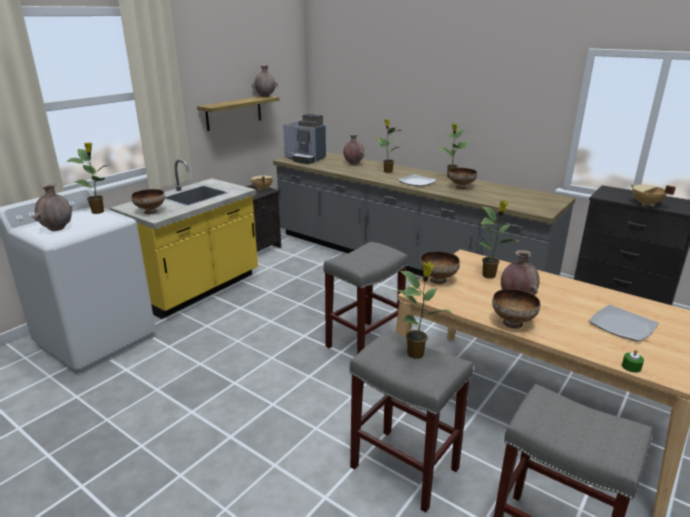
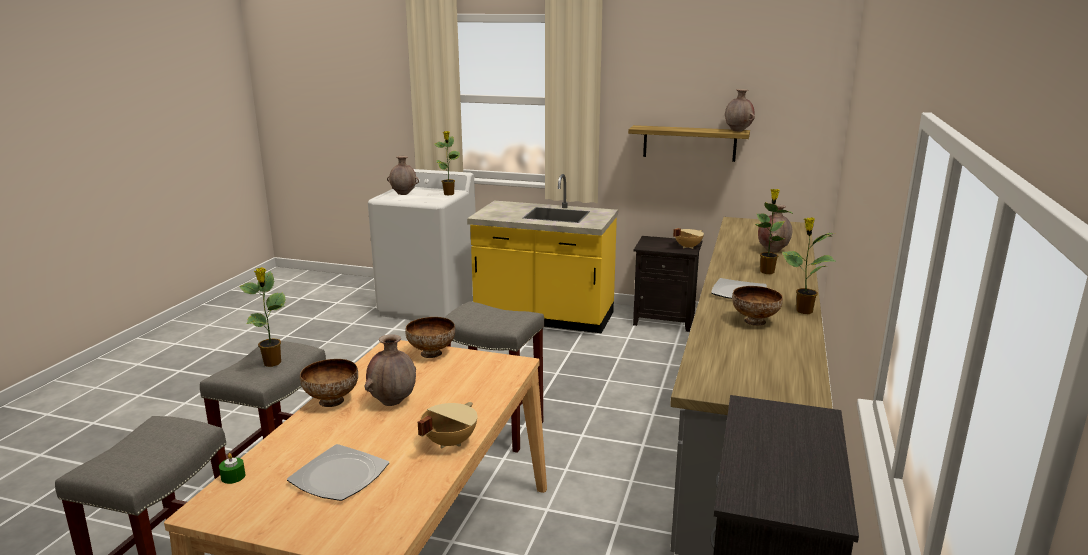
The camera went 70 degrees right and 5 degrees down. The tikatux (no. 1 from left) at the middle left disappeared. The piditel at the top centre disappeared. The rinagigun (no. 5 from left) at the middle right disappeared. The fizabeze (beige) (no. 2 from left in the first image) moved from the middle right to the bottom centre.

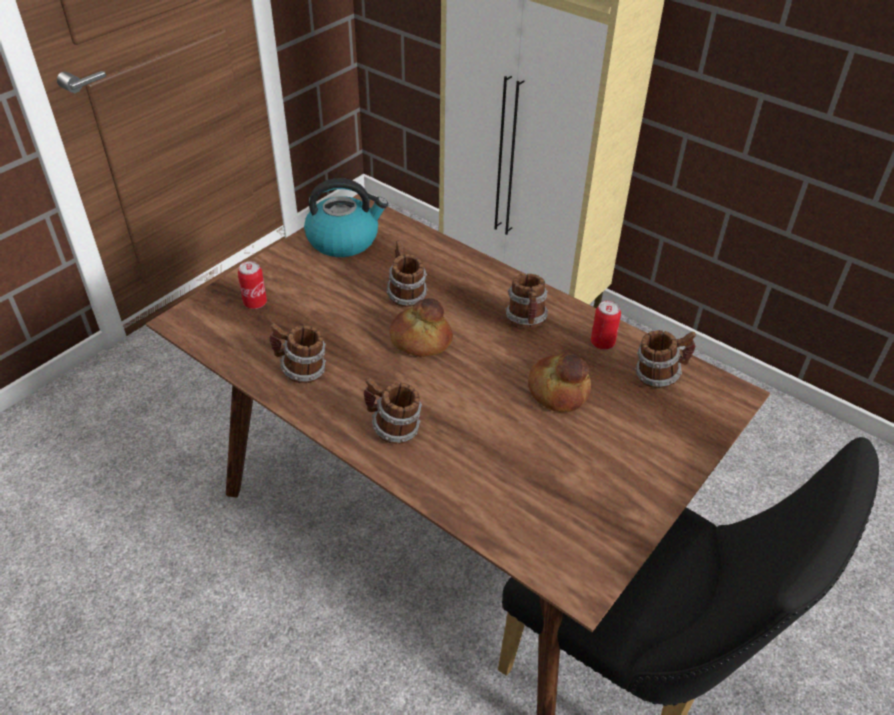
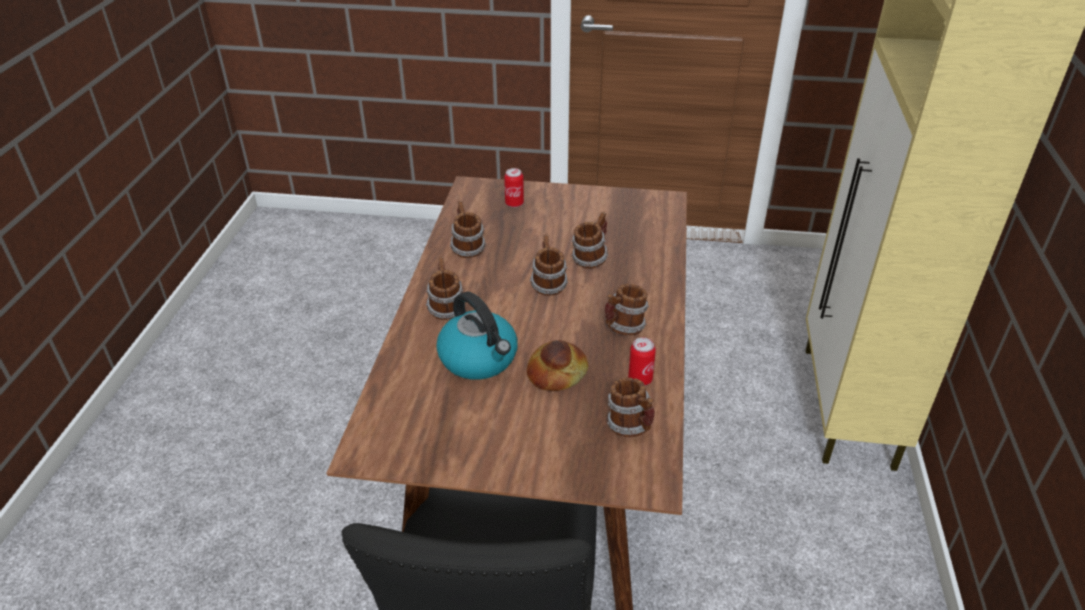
The camera went 60 degrees right and 5 degrees down. The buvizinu moved from the top centre to the centre. The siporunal (no. 1 from left) at the centre was replaced by the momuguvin (no. 3 from left) at the centre.

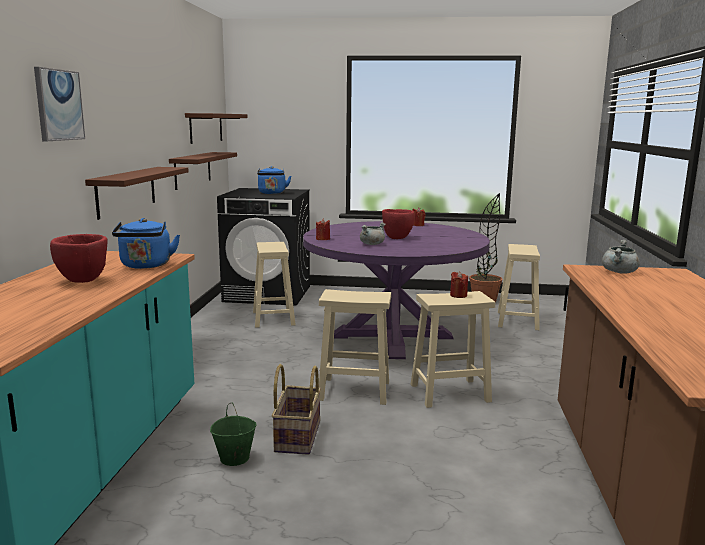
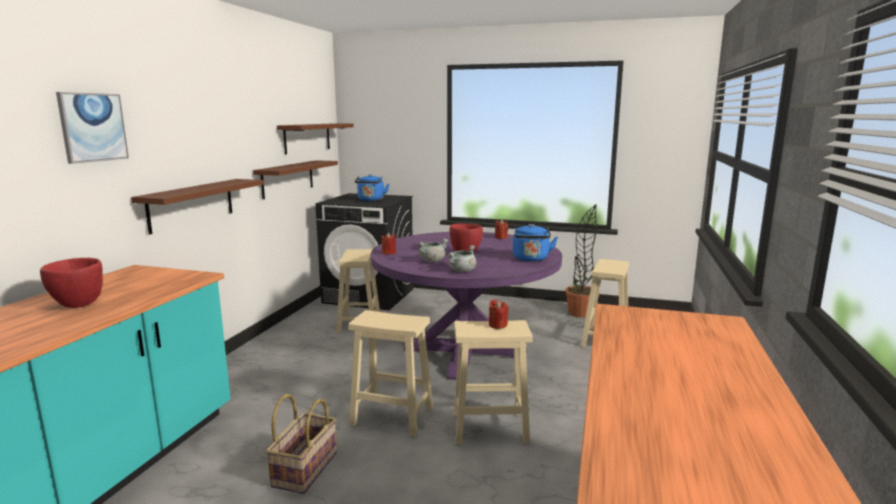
The camera went 10 degrees right and 0 degrees up. The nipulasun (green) at the bottom left disappeared. The buvizinu (blue) (no. 1 from left in the first image) moved from the middle left to the centre. The fizabeze (grey) (no. 2 from left) moved from the middle right to the centre.

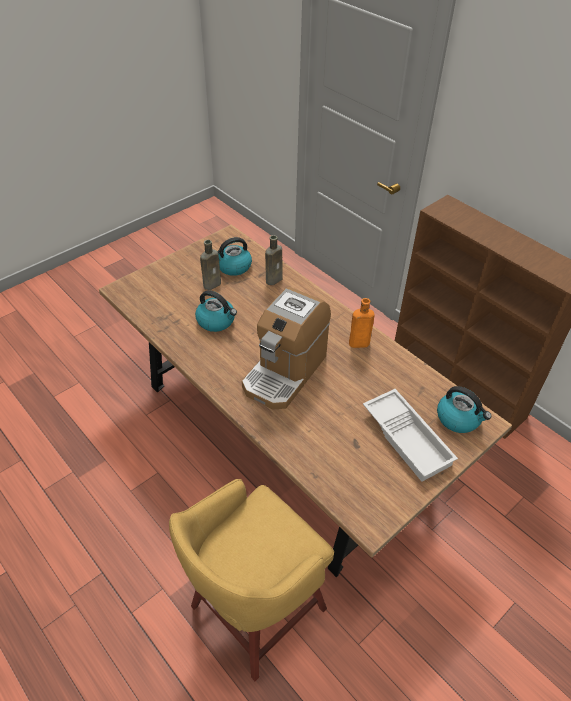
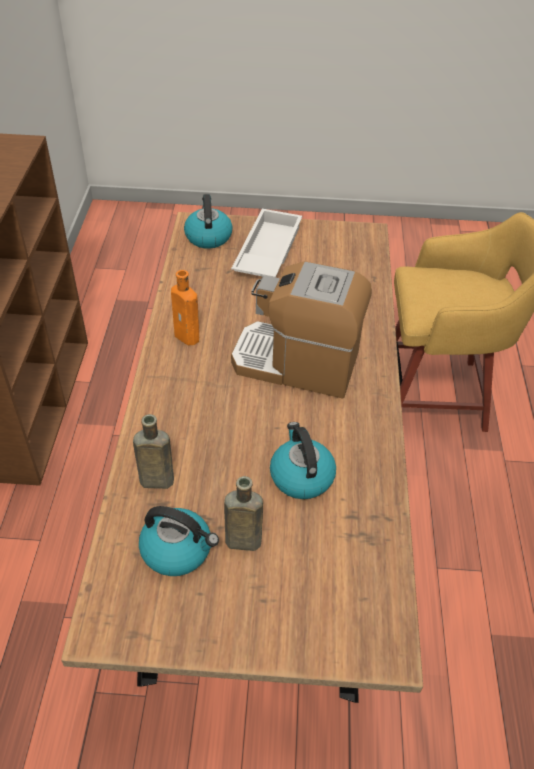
The camera went 135 degrees left and 0 degrees up. The piditel at the centre turned 150 degrees counterclockwise.

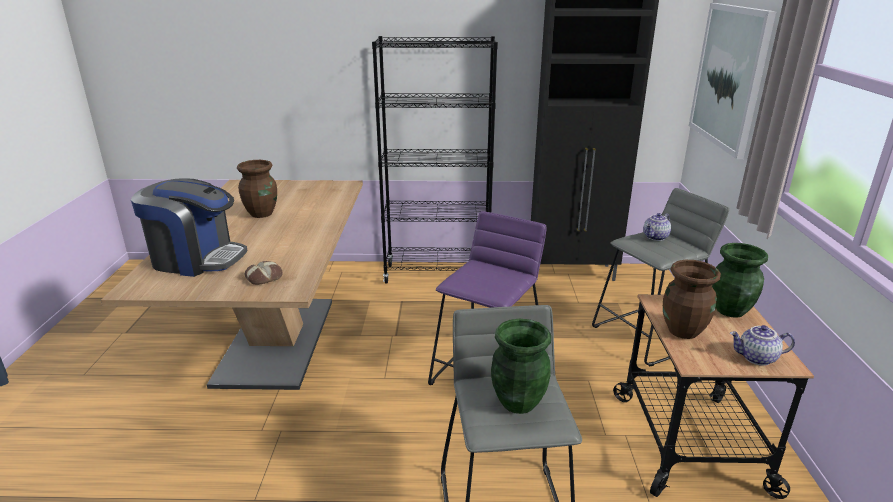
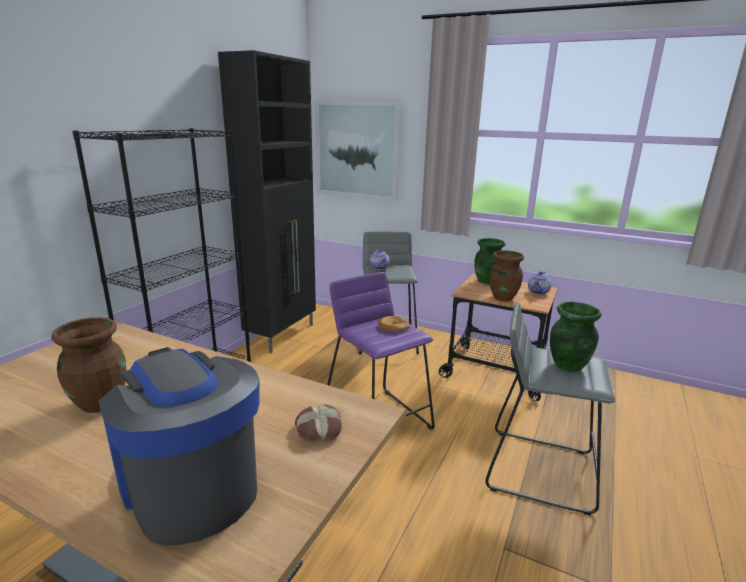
The camera went 65 degrees left and 5 degrees down. The siporunal (no. 2 from left) at the centre appeared. The piditel at the middle left turned 75 degrees counterclockwise.

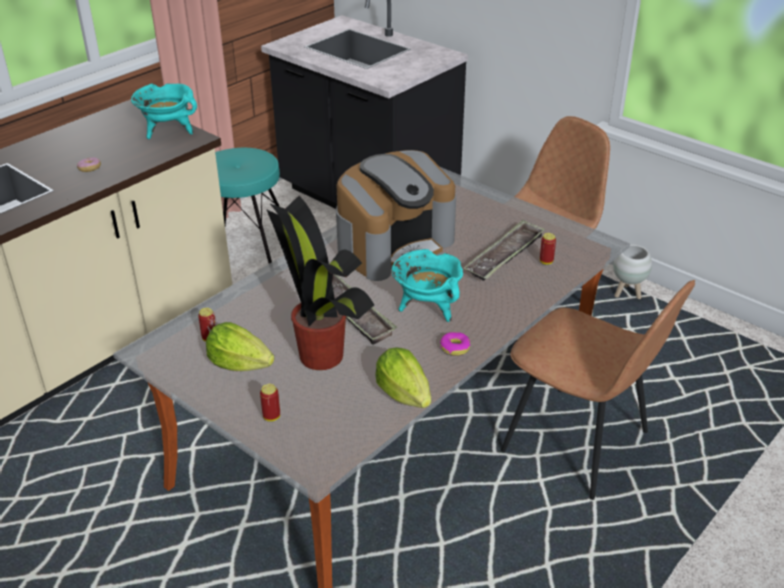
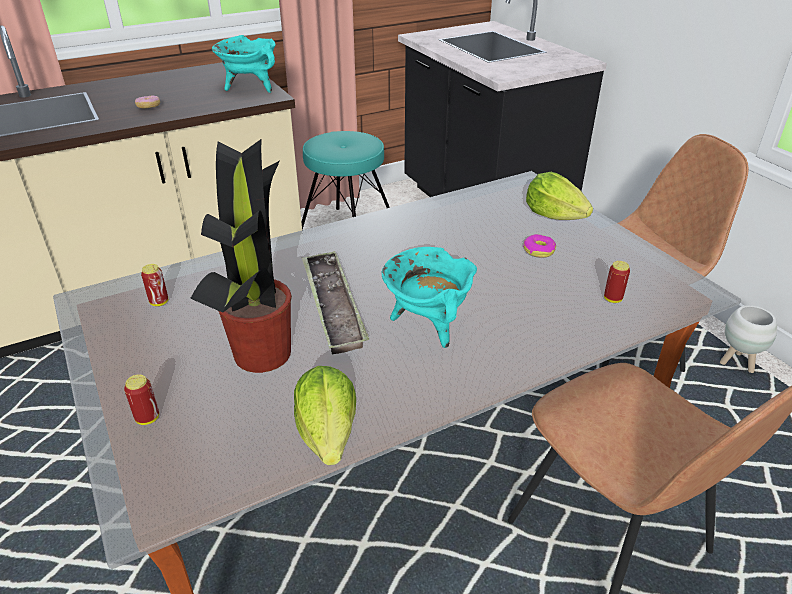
The camera went 20 degrees right and 0 degrees up. The piditel at the centre disappeared. The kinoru (no. 2 from left) at the centre disappeared. The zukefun (no. 1 from left in the first image) moved from the middle left to the top right. The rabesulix (no. 2 from left) moved from the centre to the middle right.

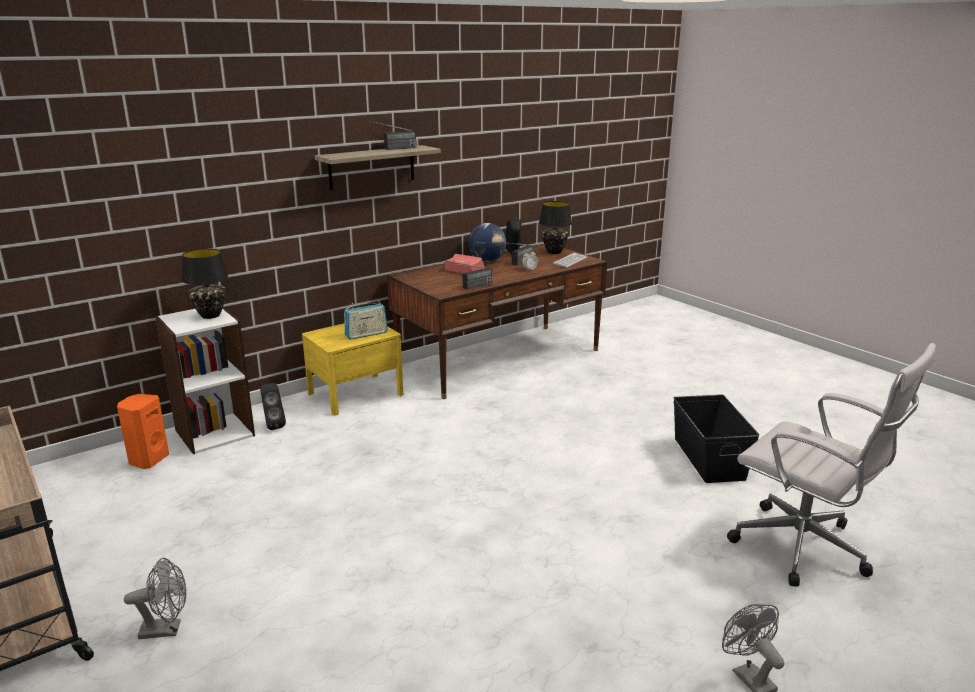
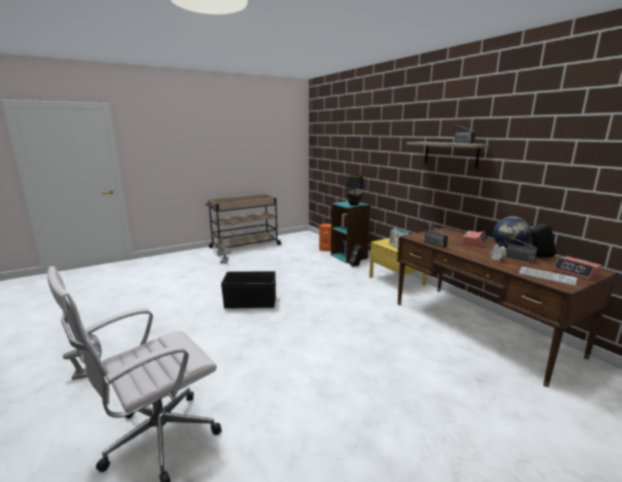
The camera went 95 degrees right and 5 degrees down. The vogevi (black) moved from the middle right to the centre. The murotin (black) (no. 2 from left) at the top centre was replaced by the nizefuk (no. 3 from left) at the middle right. The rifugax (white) at the middle left became the rifugax (turquoise) at the centre.

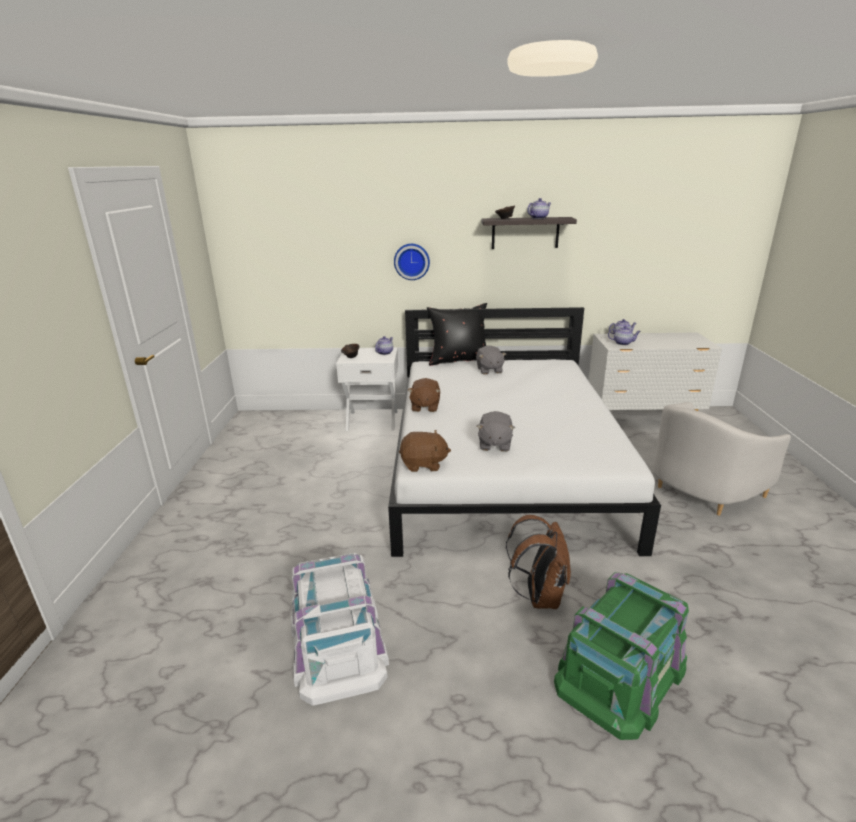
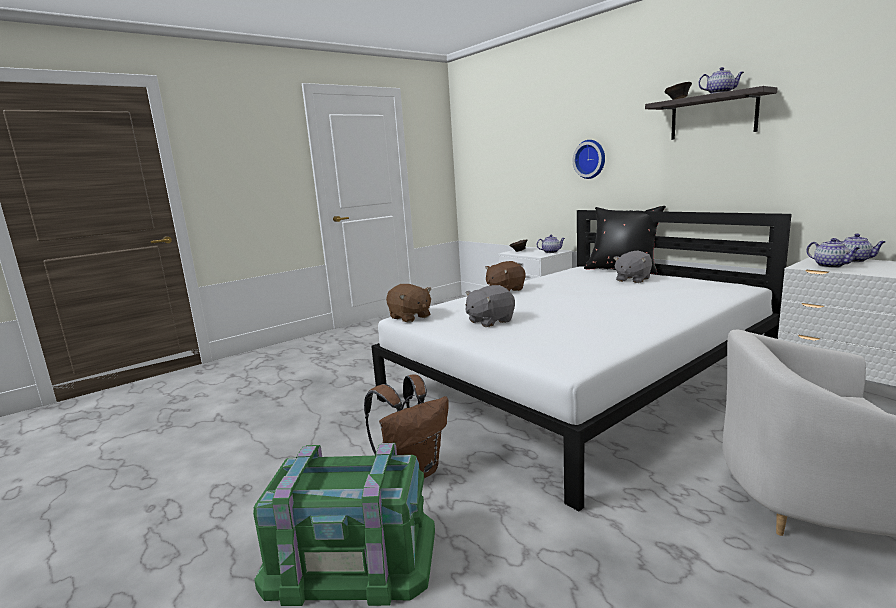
The camera went 50 degrees right and 10 degrees down. The vogevi (white) at the bottom centre disappeared.

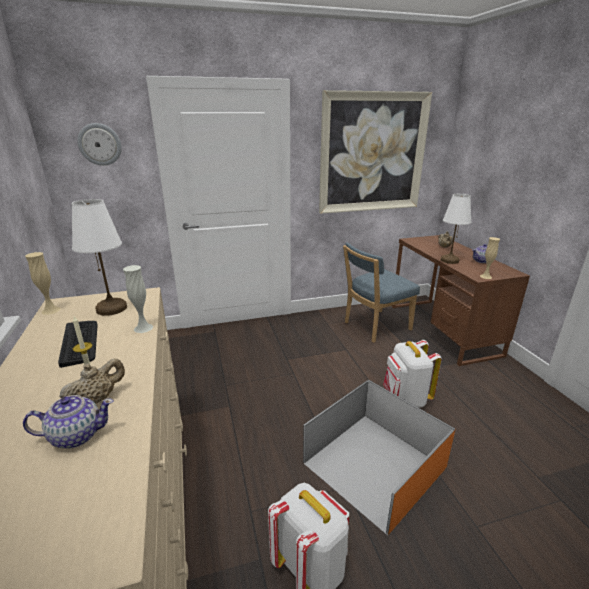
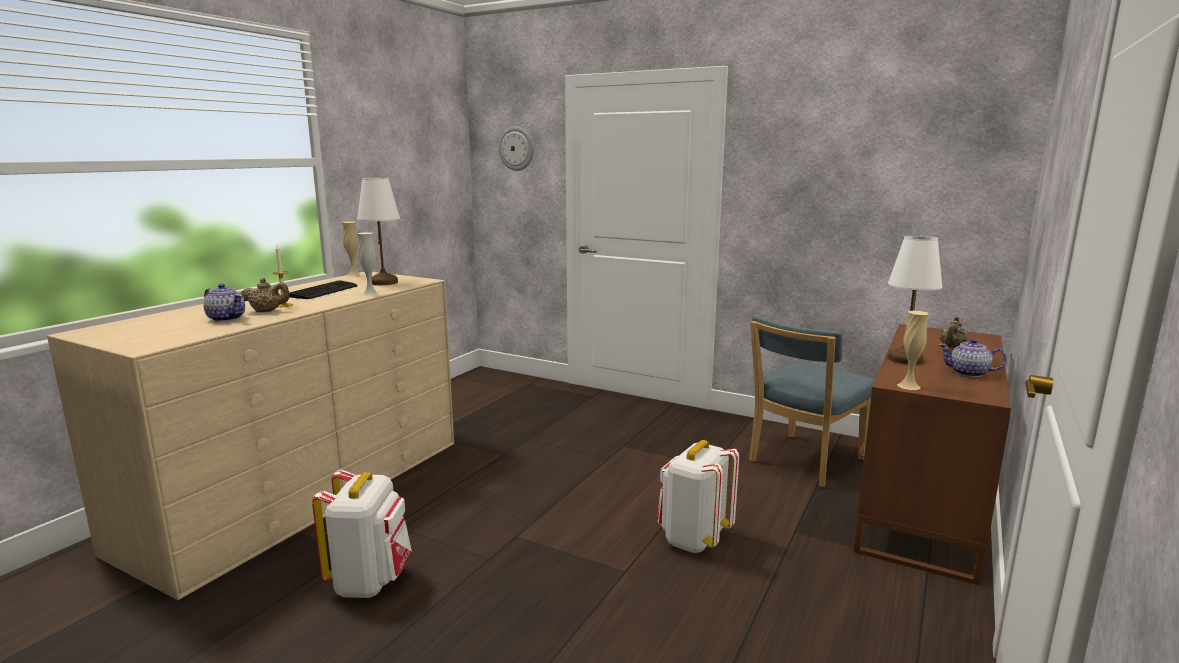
The camera went 45 degrees right and 10 degrees down. The vogevi (orange) at the bottom centre disappeared. The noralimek at the top centre disappeared. The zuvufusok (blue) at the centre turned 60 degrees counterclockwise.

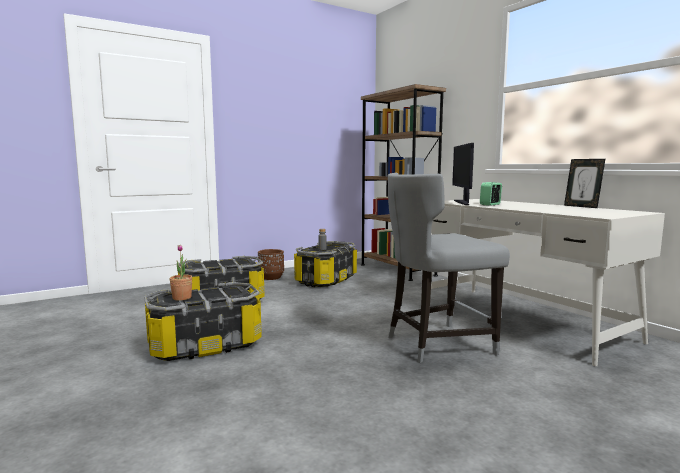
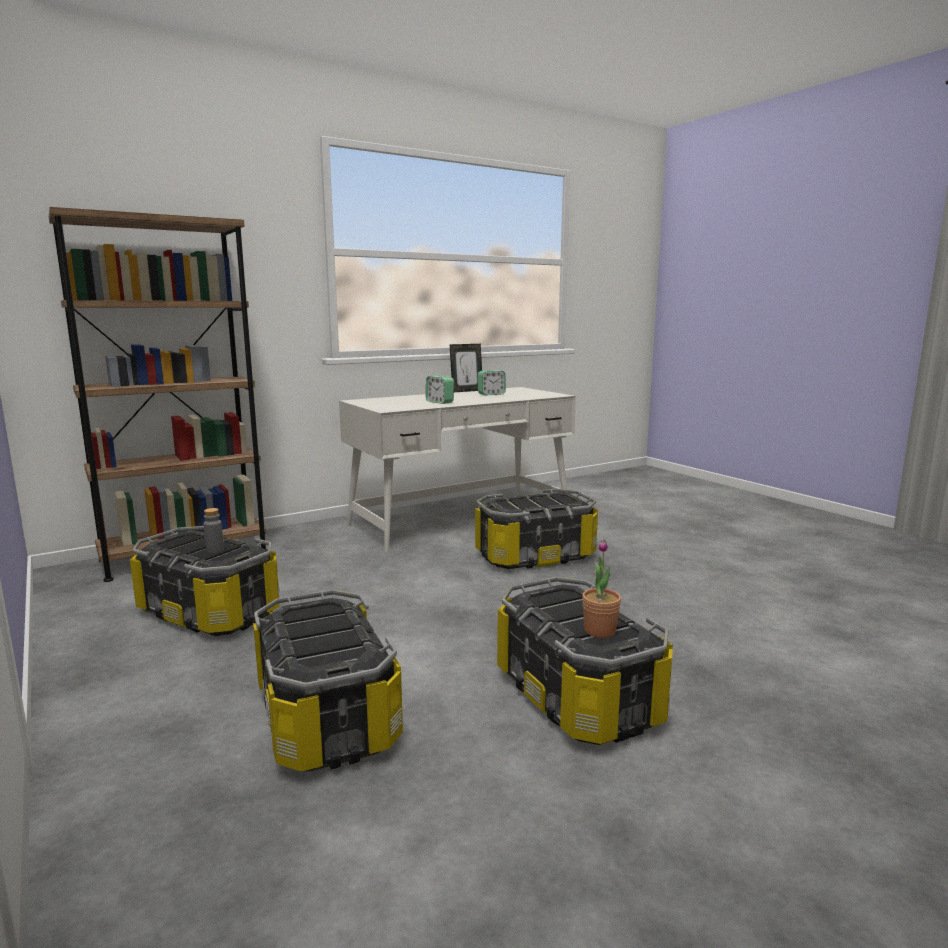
The camera went 90 degrees left and 5 degrees up. The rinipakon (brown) at the centre disappeared. The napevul at the middle right disappeared. The nizefuk (no. 2 from left) at the centre appeared. The zuvufusok (grey) at the centre was replaced by the vogevi (no. 3 from left) at the centre.

